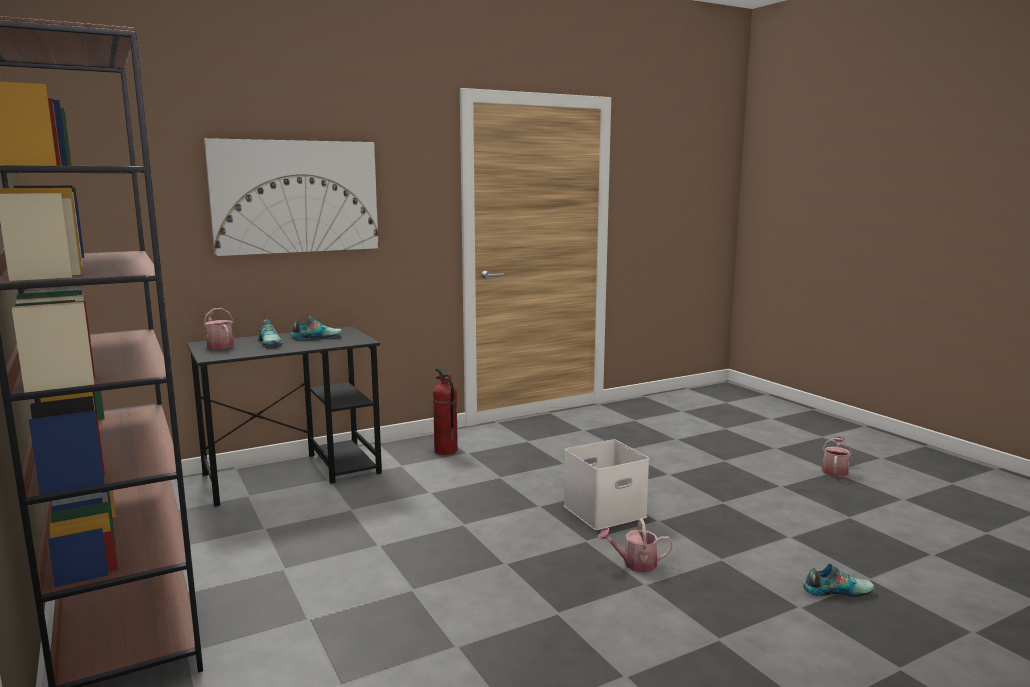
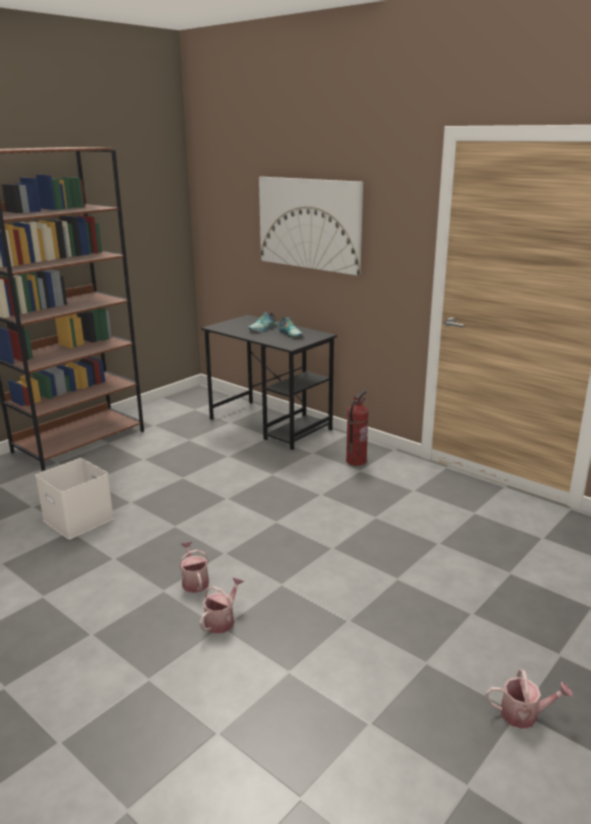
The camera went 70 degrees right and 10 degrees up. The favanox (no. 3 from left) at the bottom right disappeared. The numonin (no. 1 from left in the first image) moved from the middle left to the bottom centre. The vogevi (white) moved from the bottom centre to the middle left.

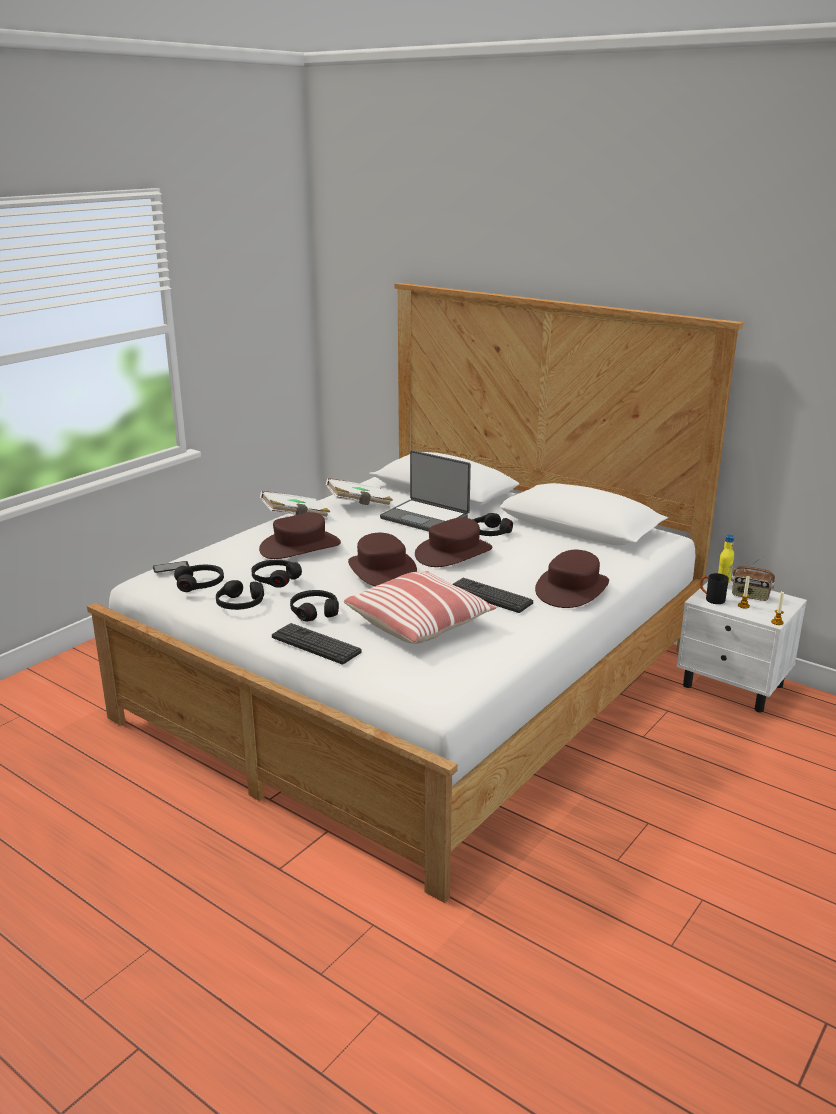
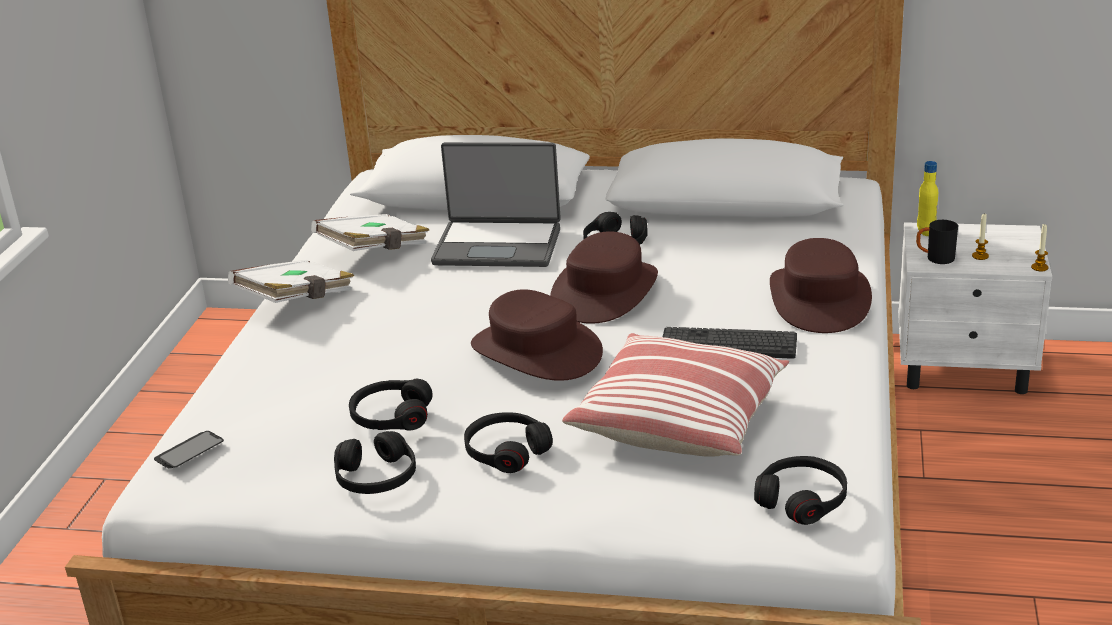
The camera went 25 degrees left and 5 degrees up. The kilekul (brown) (no. 1 from left) at the centre disappeared. The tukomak (no. 1 from left) at the centre disappeared. The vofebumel at the middle right disappeared. The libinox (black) (no. 1 from left in the first image) moved from the middle left to the bottom right.

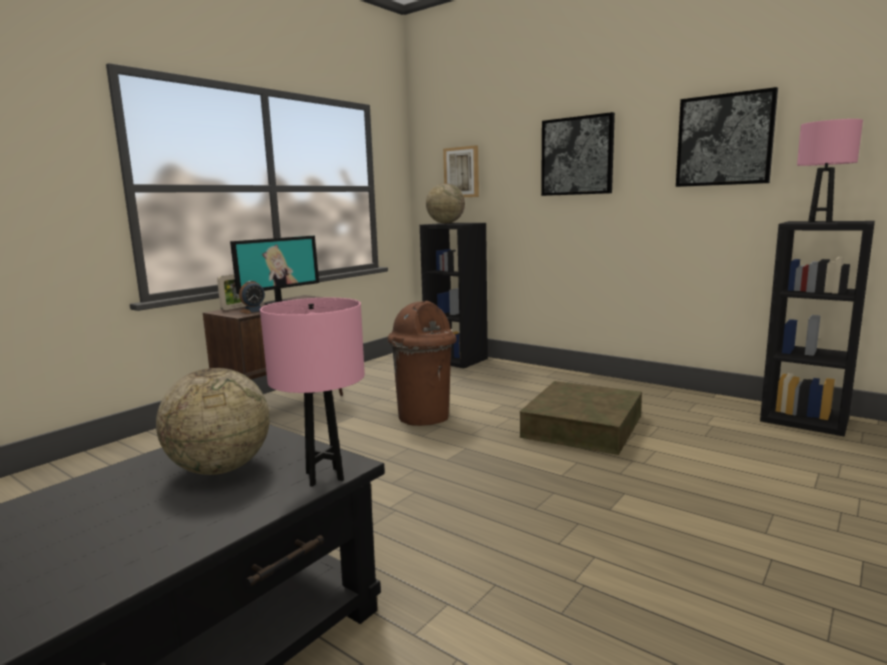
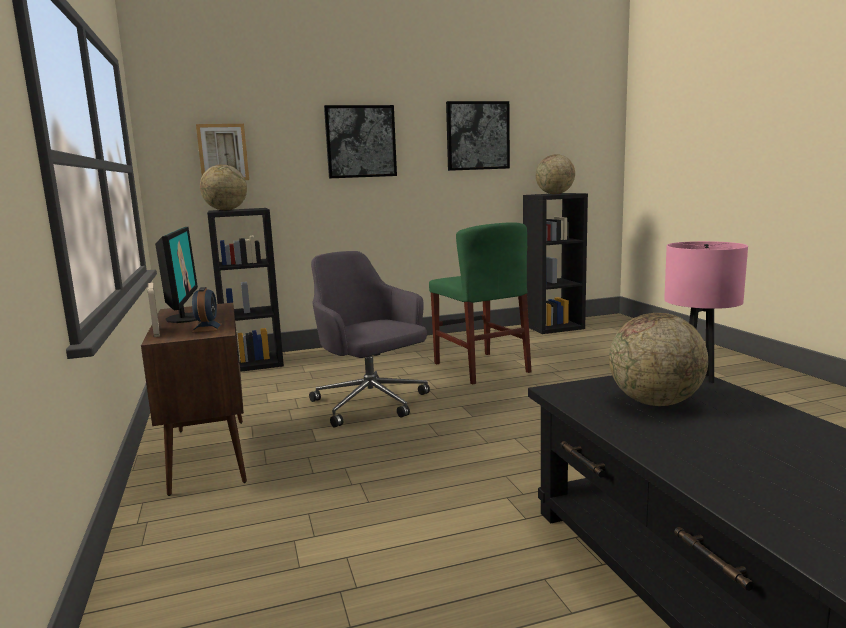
The camera went 55 degrees left and 0 degrees up. The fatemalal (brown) at the centre was replaced by the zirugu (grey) at the centre. The vogevi (brown) at the centre was replaced by the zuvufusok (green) at the centre. The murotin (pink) (no. 2 from left) at the top right was replaced by the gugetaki (no. 2 from left) at the top centre.

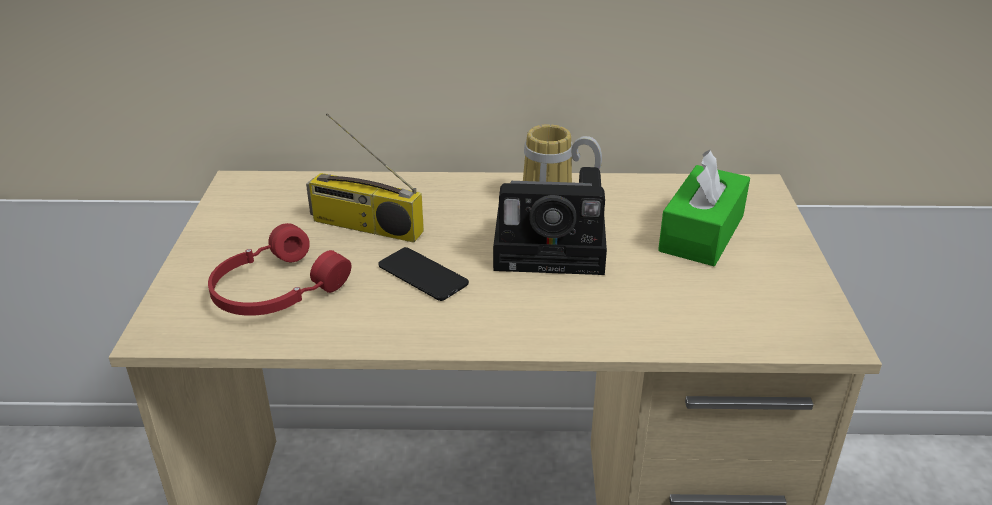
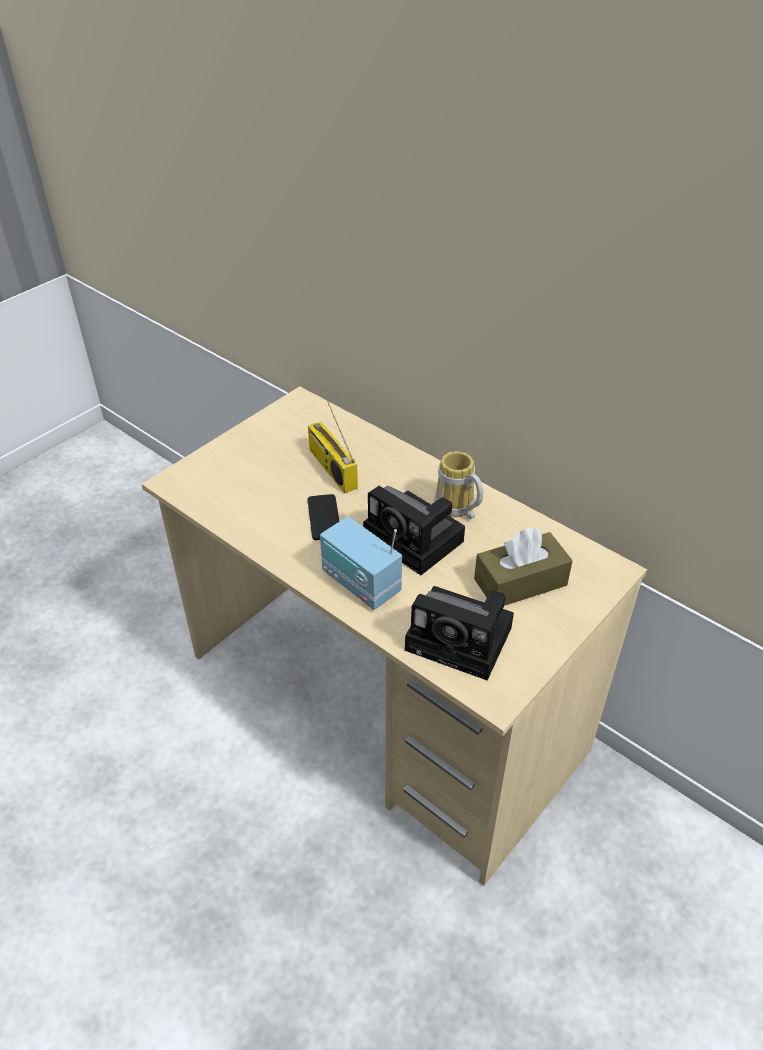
The camera went 40 degrees right and 10 degrees up. The libinox (red) at the middle left disappeared. The vofebumel (no. 2 from left) at the centre appeared. The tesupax (no. 2 from left) at the centre appeared. The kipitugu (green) at the middle right became the kipitugu (brown) at the middle right.

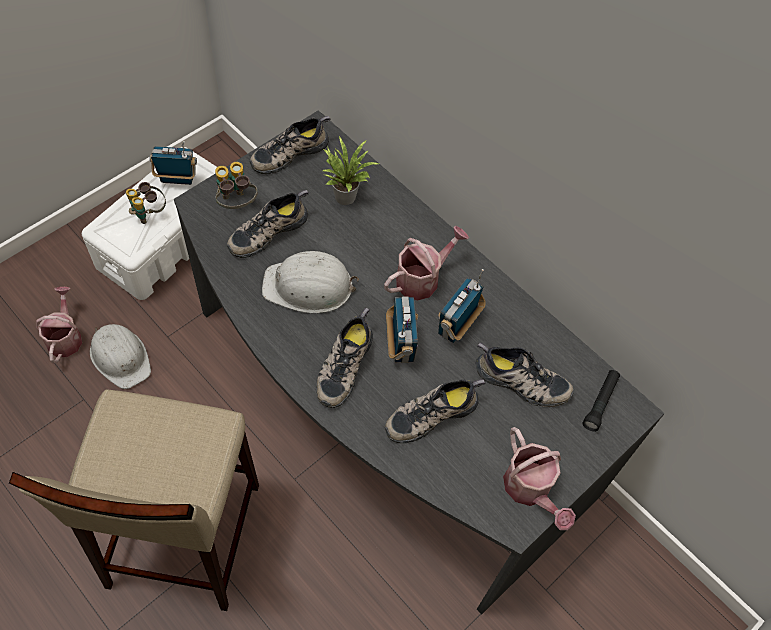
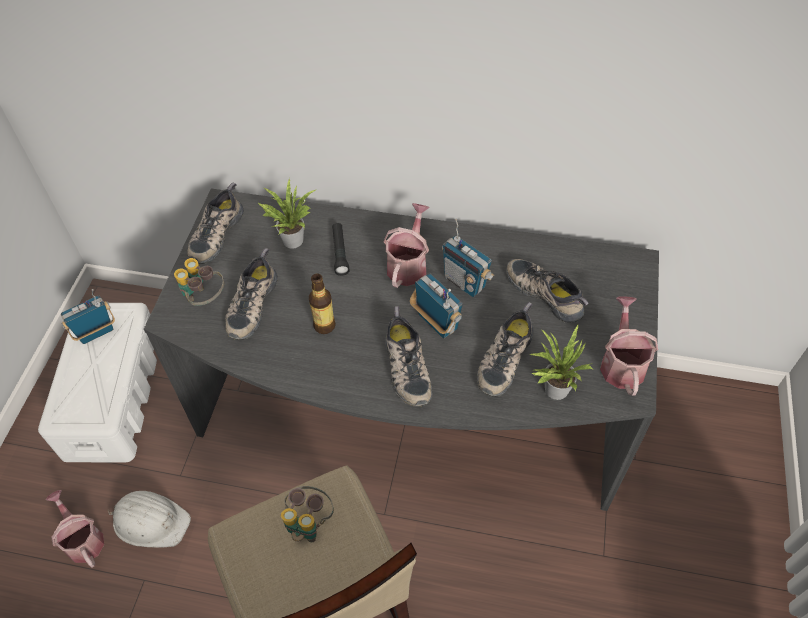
The camera went 30 degrees left and 5 degrees down. The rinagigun (no. 2 from left) at the middle right appeared. The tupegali (no. 1 from left in the first image) moved from the top left to the bottom centre. The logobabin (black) moved from the middle right to the centre. The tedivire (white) (no. 2 from left) at the centre was replaced by the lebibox at the centre. The vofebumel (no. 3 from left) at the centre turned 45 degrees counterclockwise. The favanox (no. 5 from left) at the middle right turned 120 degrees counterclockwise. The numonin (no. 3 from left) at the bottom right turned 120 degrees counterclockwise.

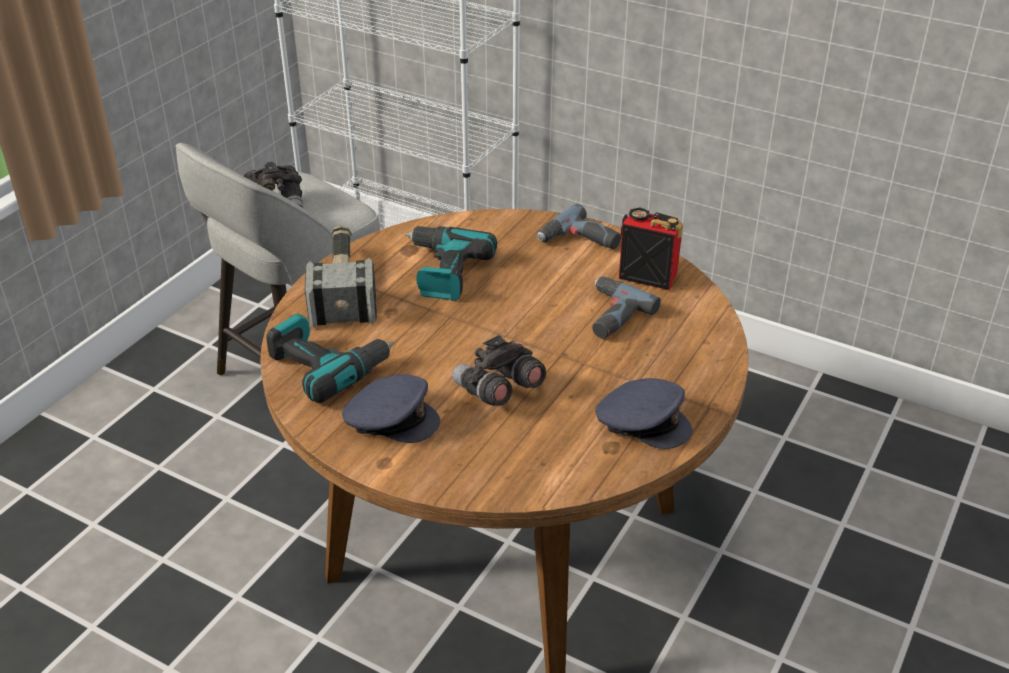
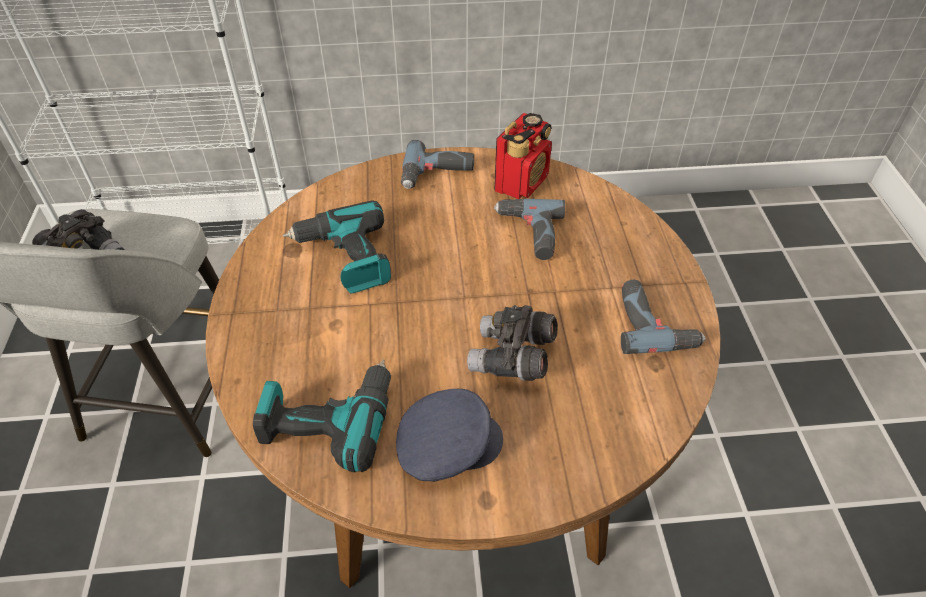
The camera went 35 degrees left and 10 degrees up. The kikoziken at the centre disappeared. The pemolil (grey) (no. 2 from left) at the centre was replaced by the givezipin (no. 5 from left) at the middle right. The vofebumel at the centre turned 135 degrees clockwise.

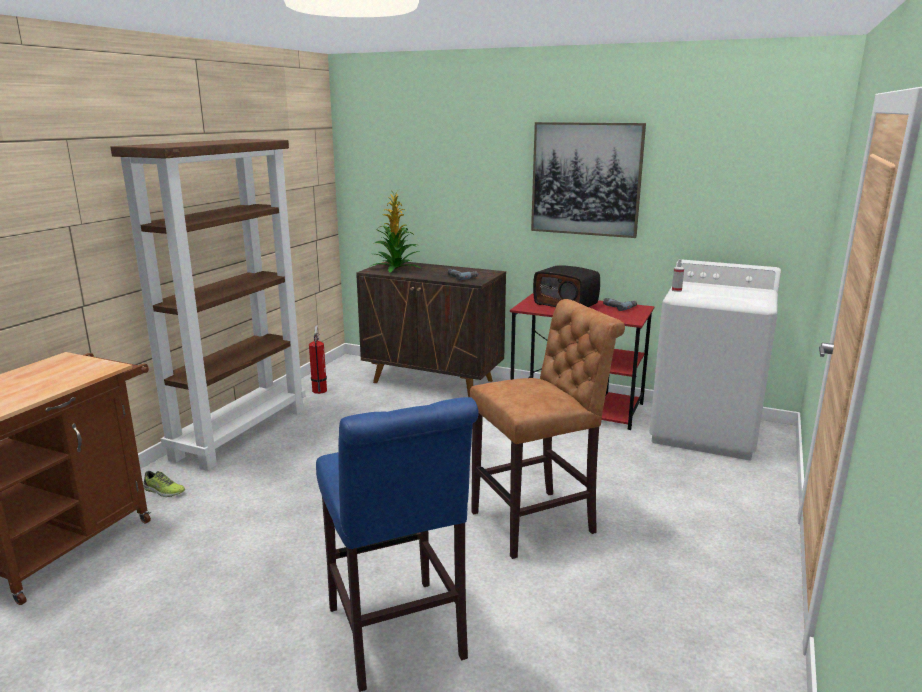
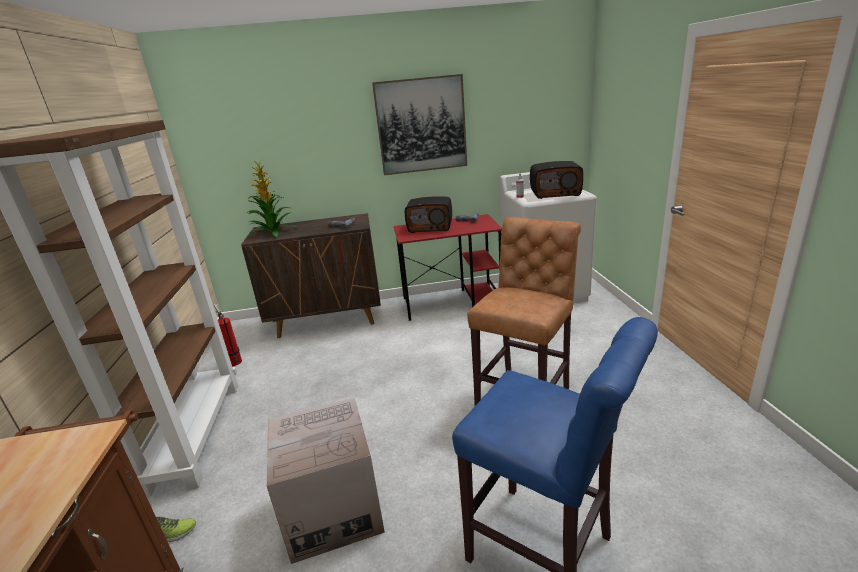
The camera went 30 degrees left and 5 degrees up. The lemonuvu at the bottom centre appeared. The vofebumel (no. 2 from left) at the top centre appeared.

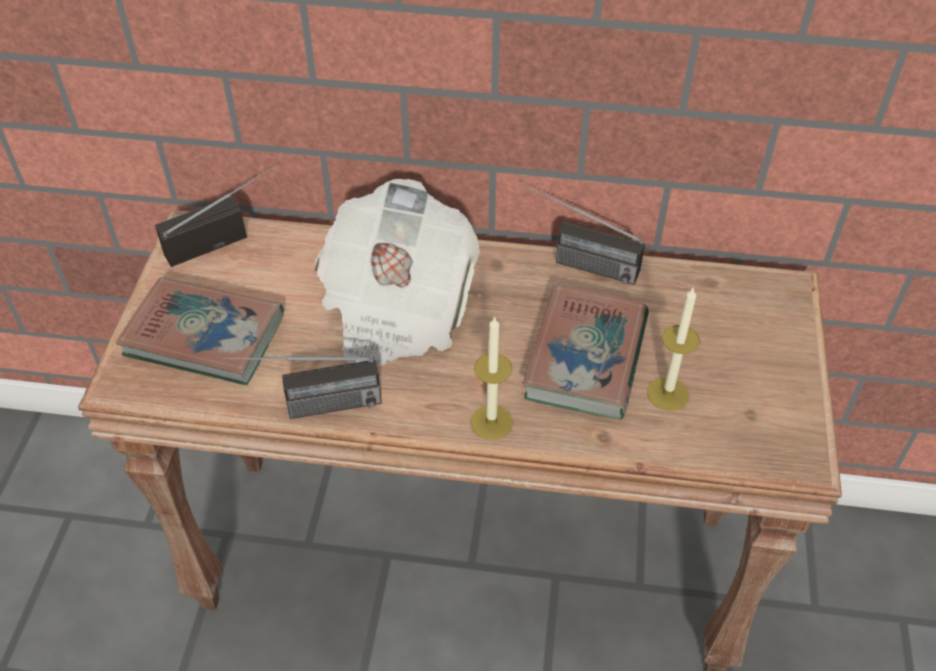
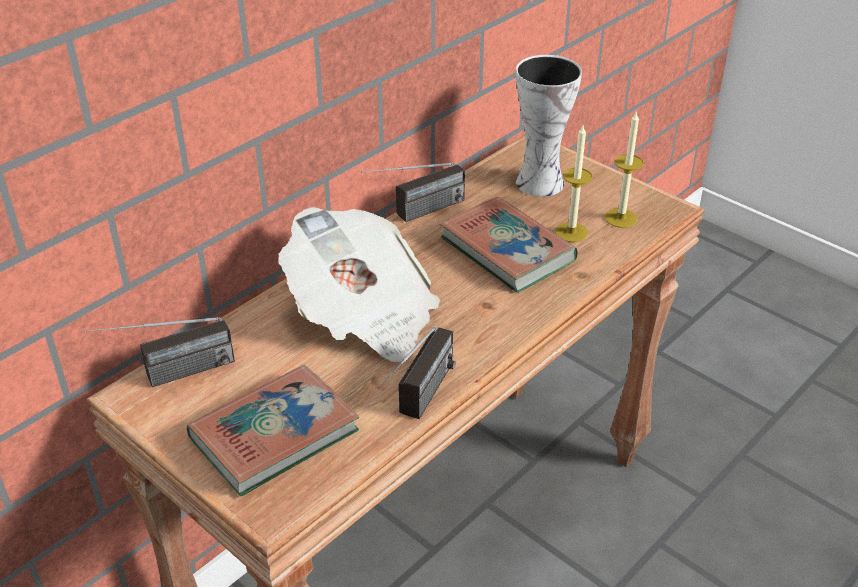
The camera went 55 degrees left and 10 degrees down. The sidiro at the top centre appeared. The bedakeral (no. 1 from left in the first image) moved from the centre to the top right. The vofebumel (no. 1 from left) at the top left turned 120 degrees counterclockwise.

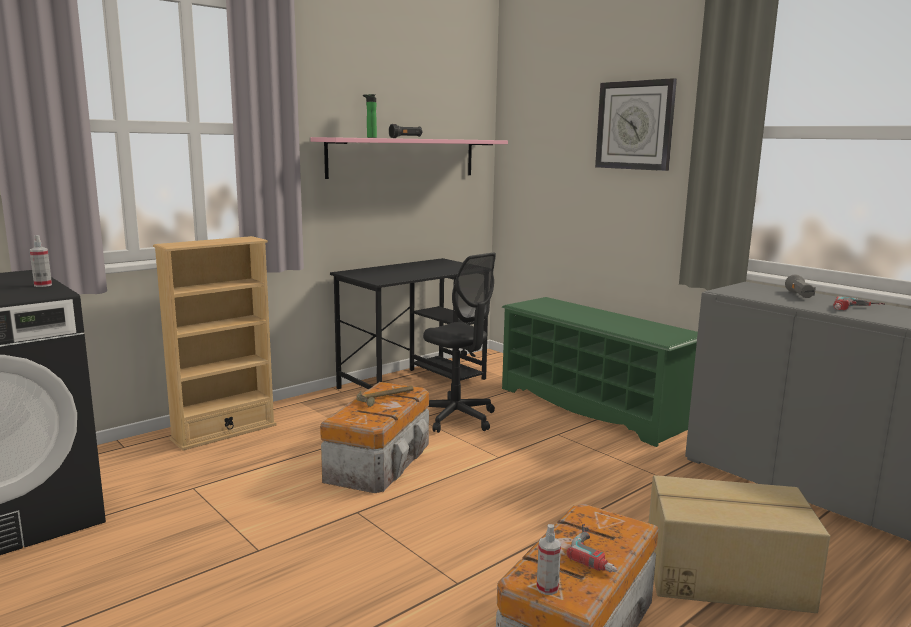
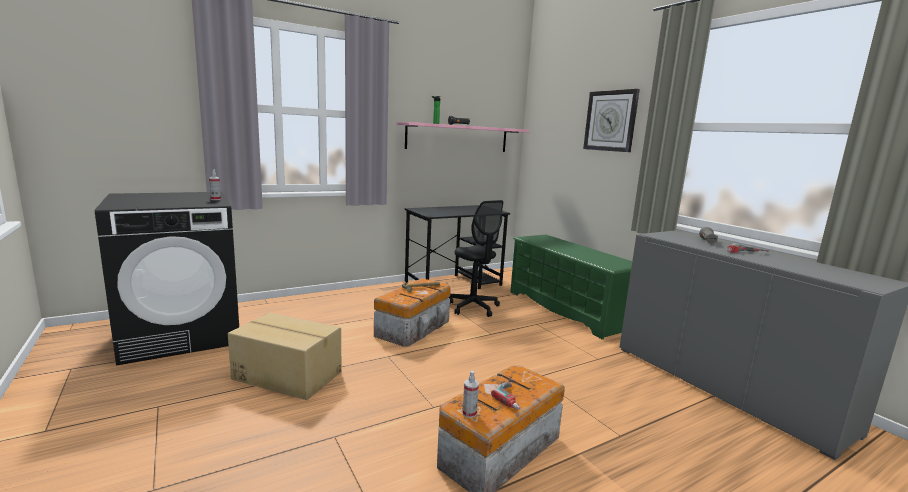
The camera went 10 degrees right and 0 degrees up. The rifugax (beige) at the middle left disappeared. The lemonuvu moved from the bottom right to the bottom left.

